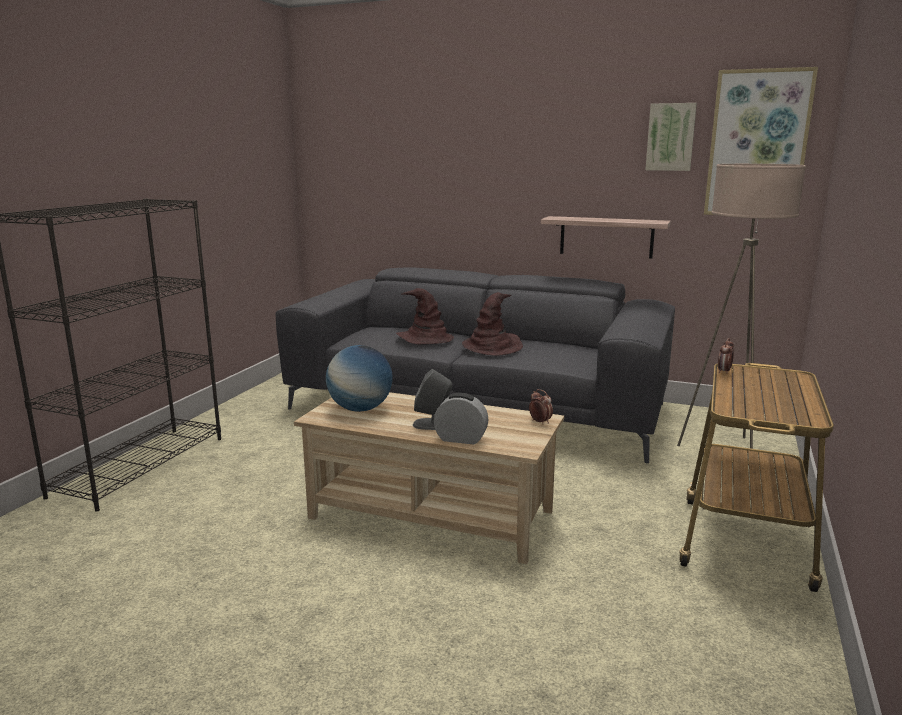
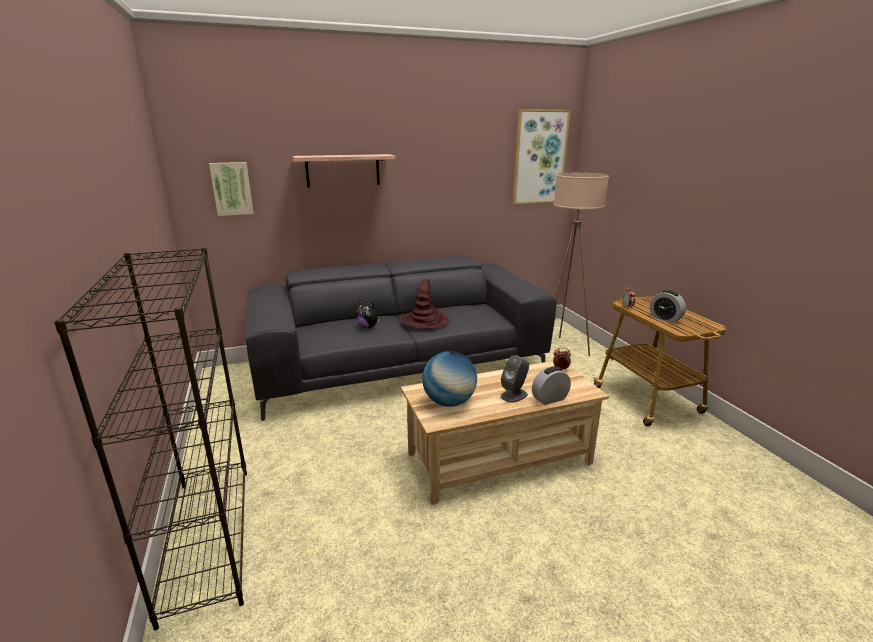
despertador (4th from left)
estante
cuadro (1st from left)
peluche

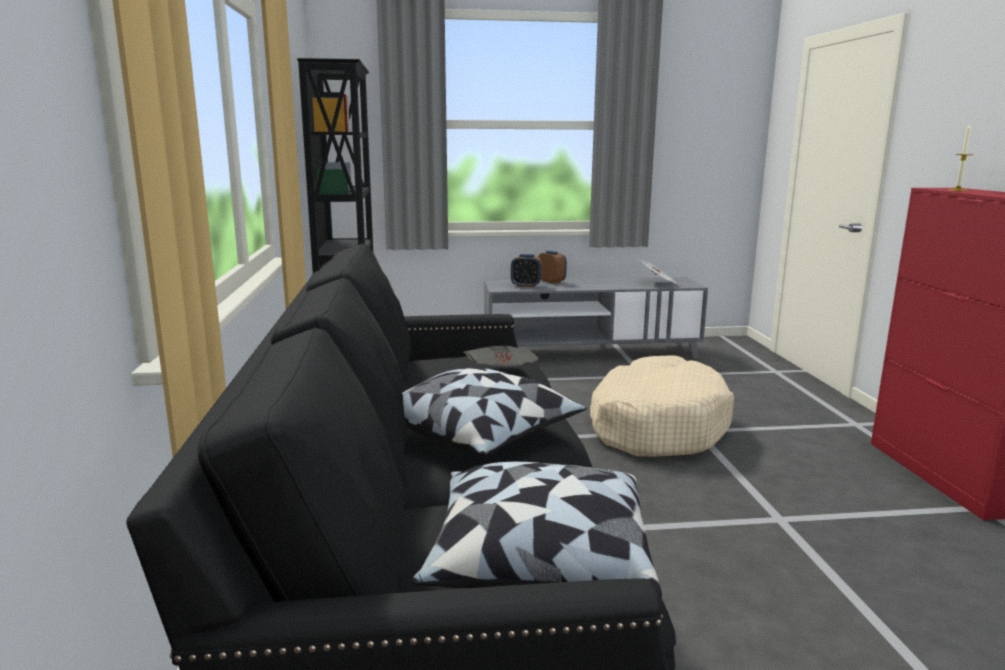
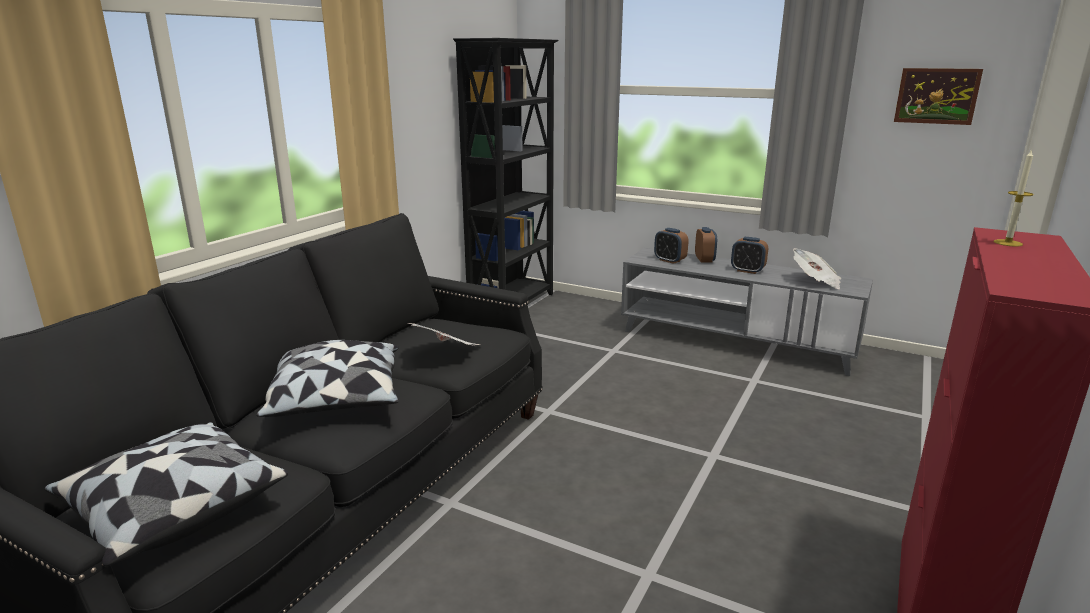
cama para perro [beis]
despertador (3rd from left)
cuadro

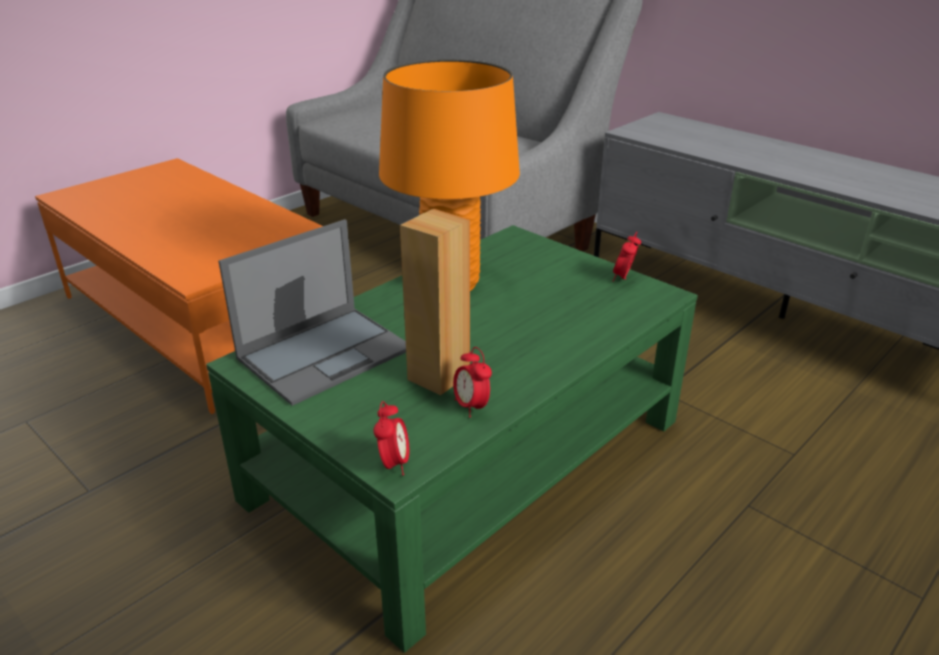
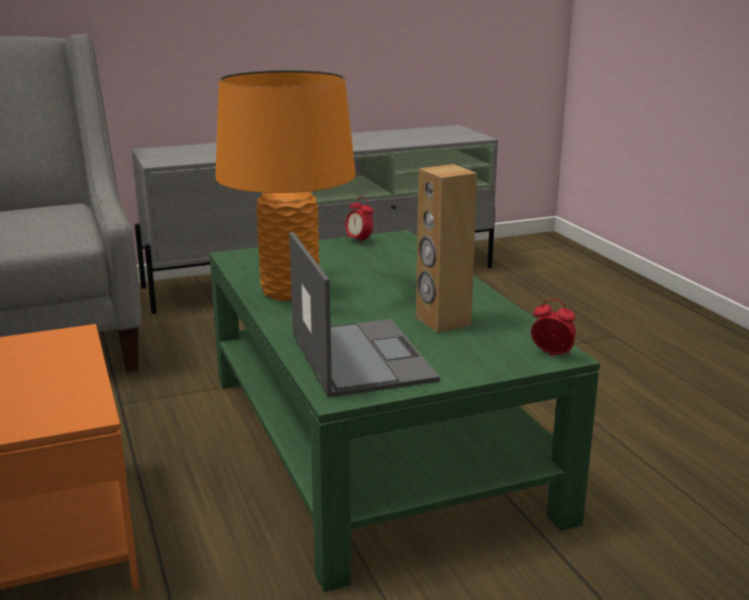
despertador (2nd from left in the first image)

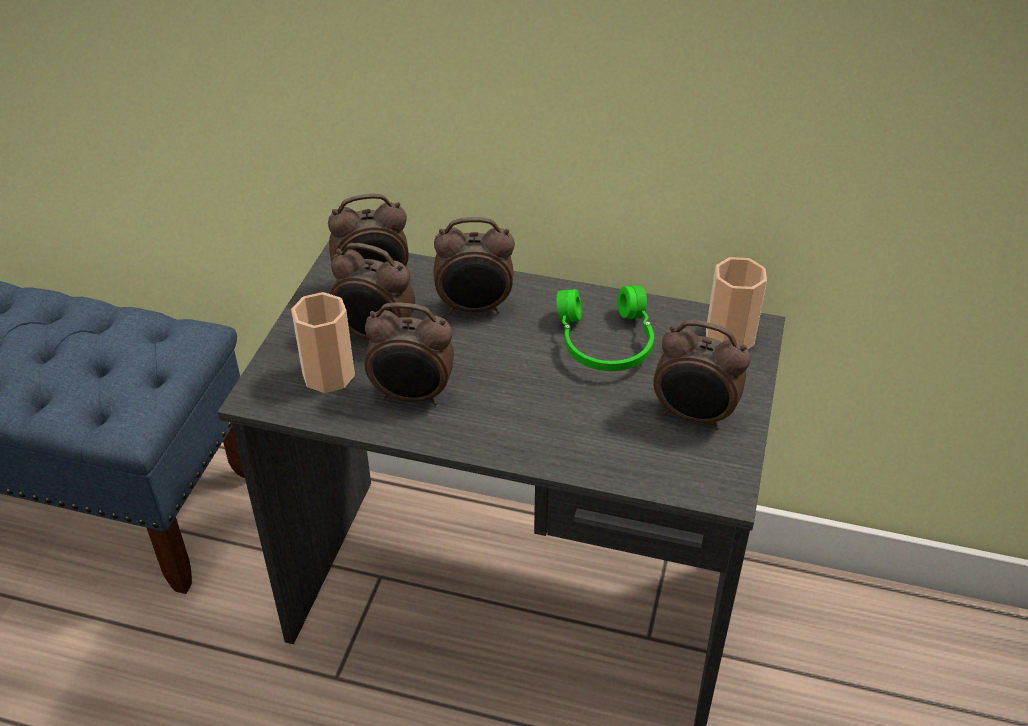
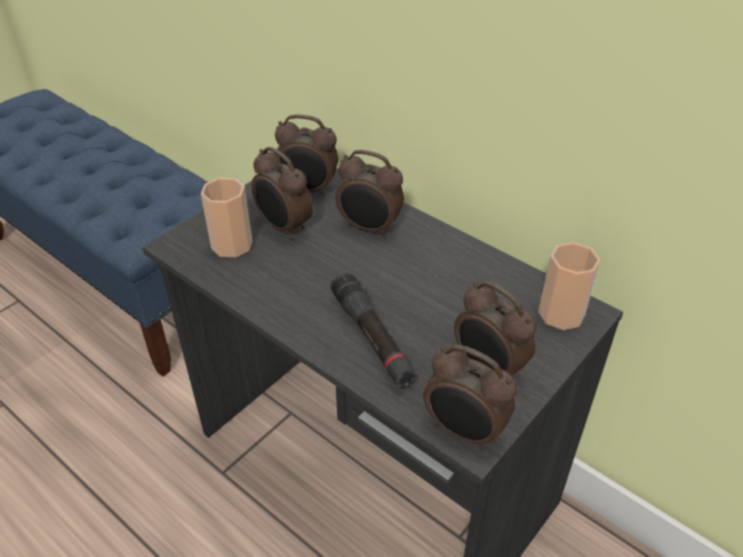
auriculares [verde]
linterna [negro]
despertador (4th from left)

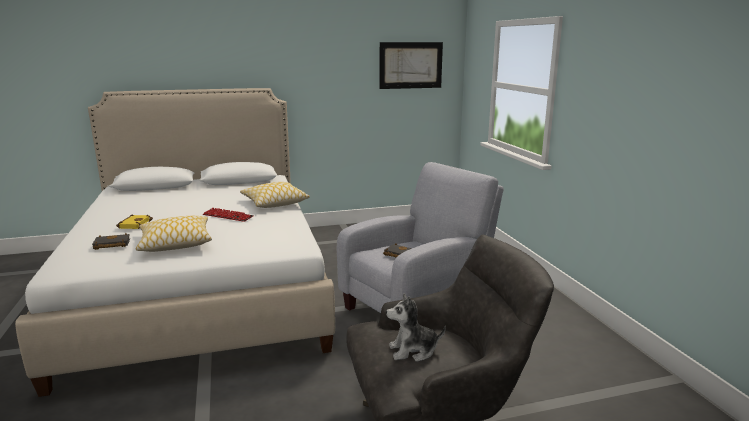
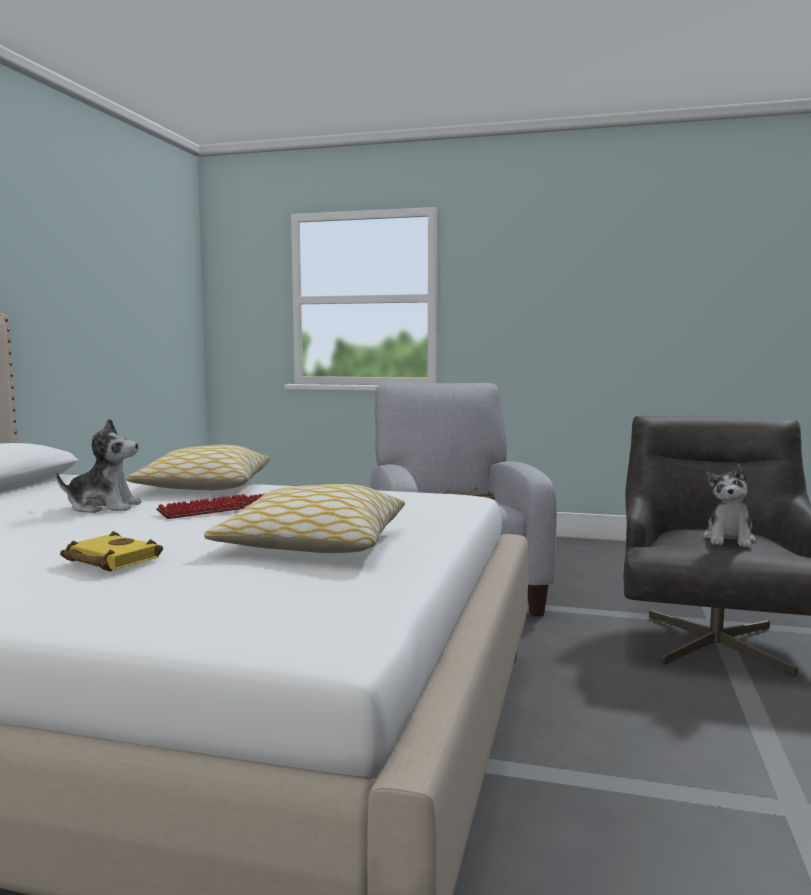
libro [negro] (1st from left in the first image)
cuadro
peluche (1st from left)

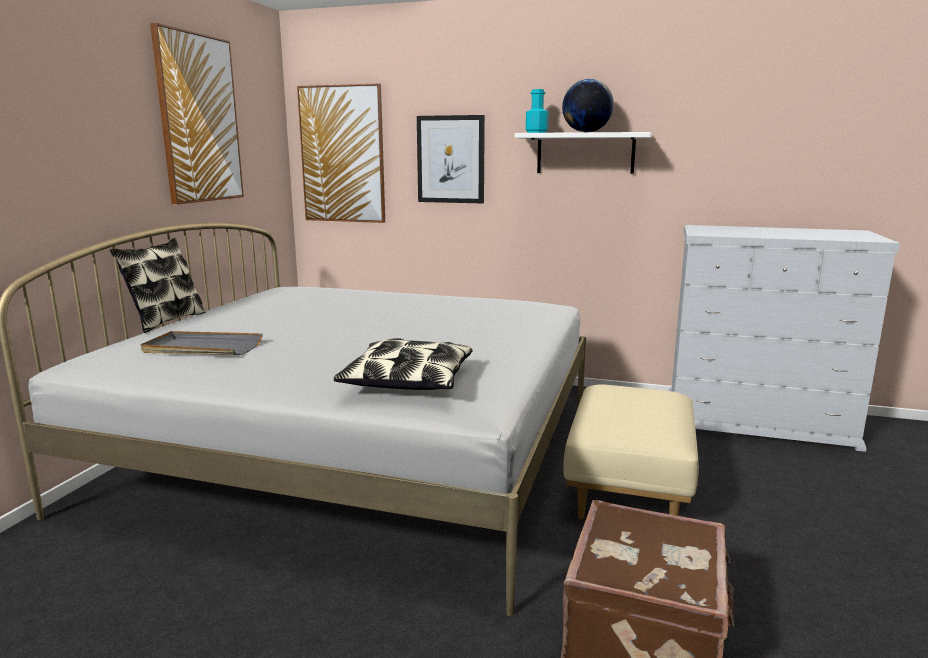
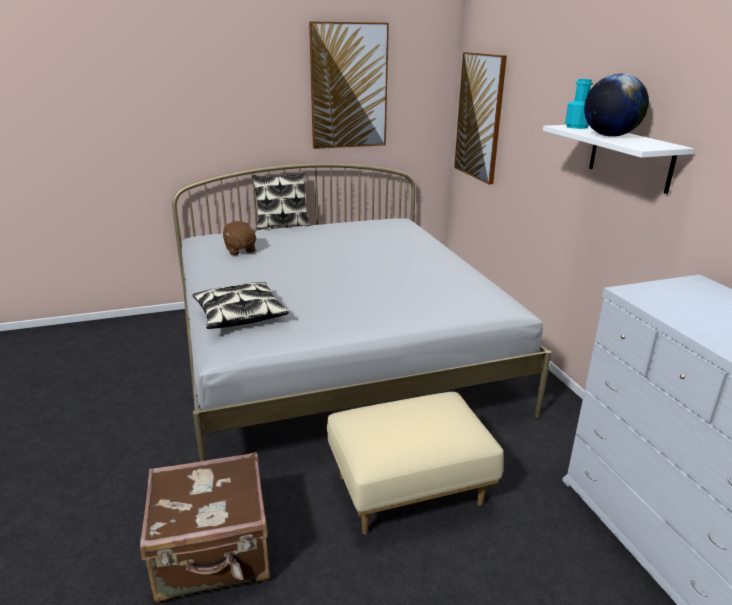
cuadro (3rd from left in the first image)
peluche [marrón]

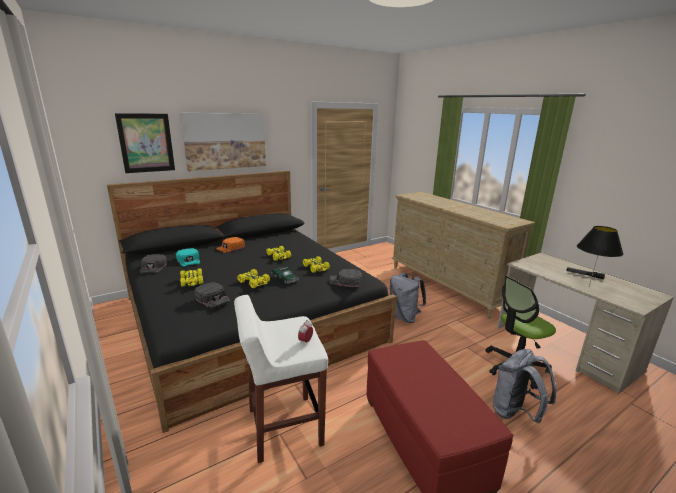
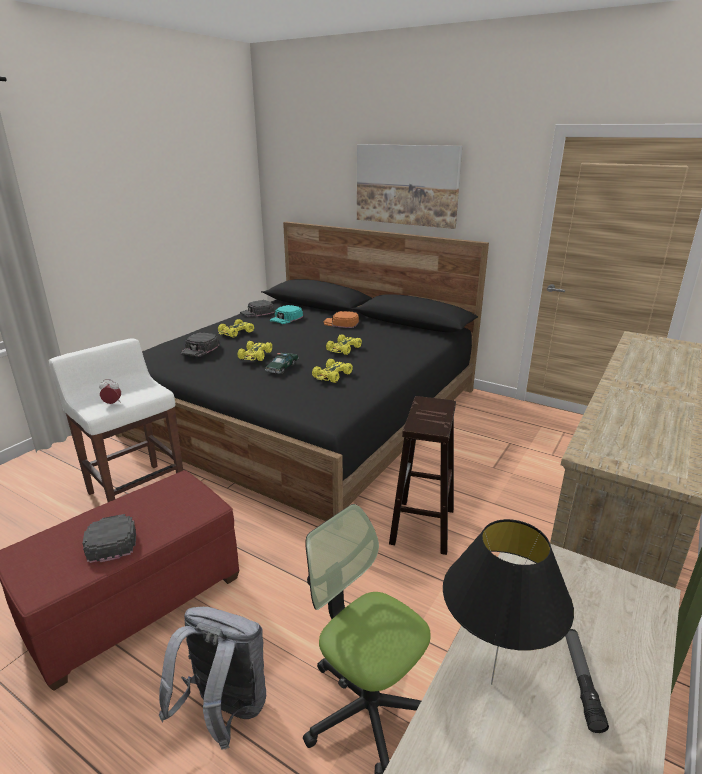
cuadro (1st from left in the first image)
gorra [negro] (1st from left)
taburete [marrón]

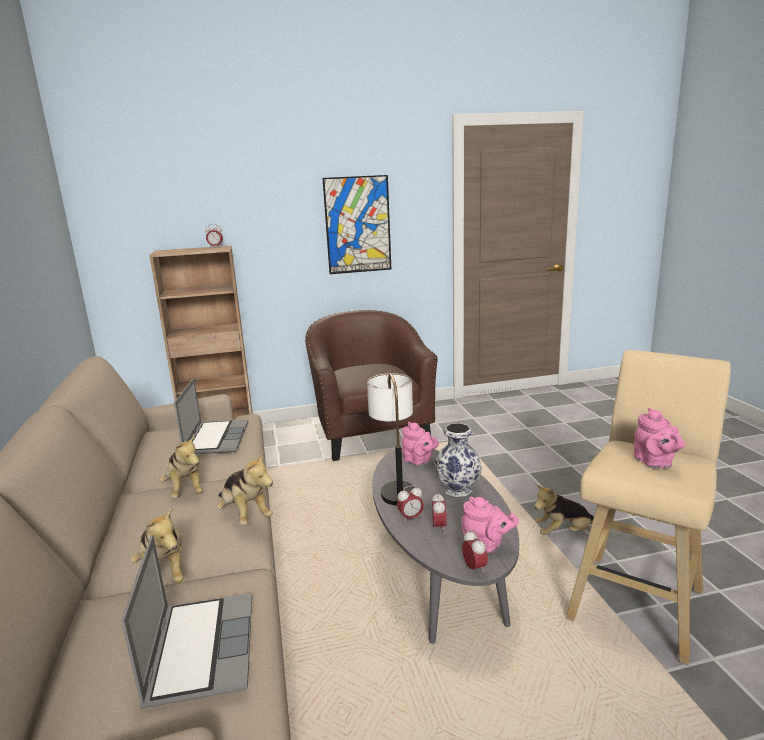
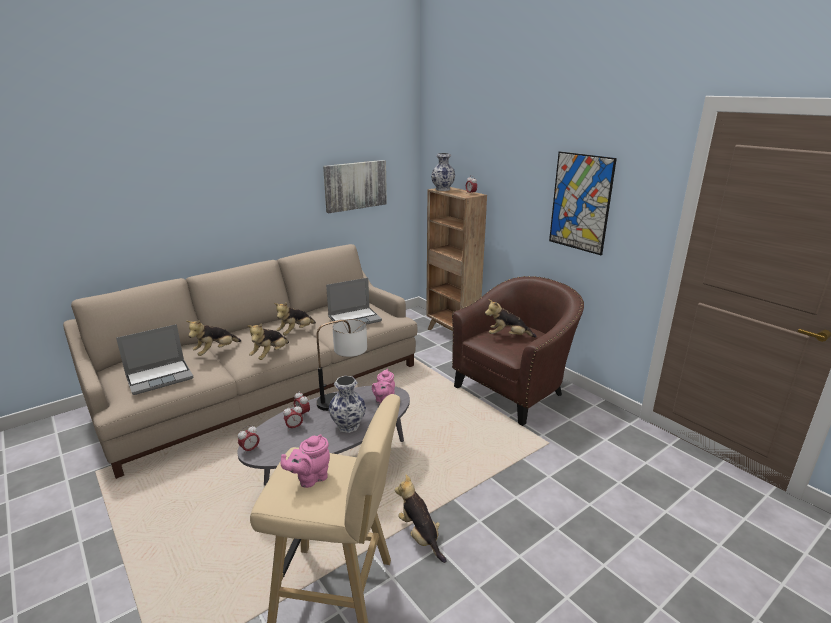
tetera [rosa] (2nd from left in the first image)
cuadro (1st from left)
florero (2nd from left)
peluche (5th from left)

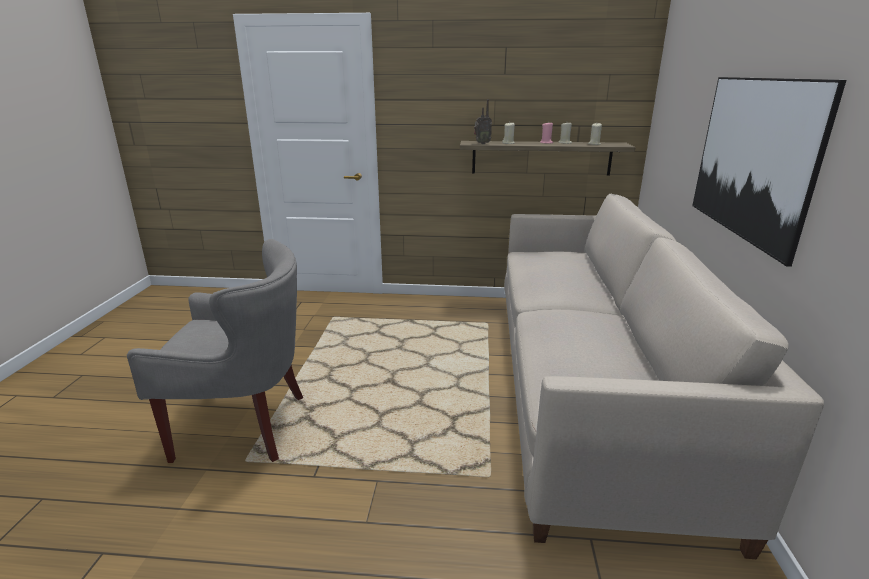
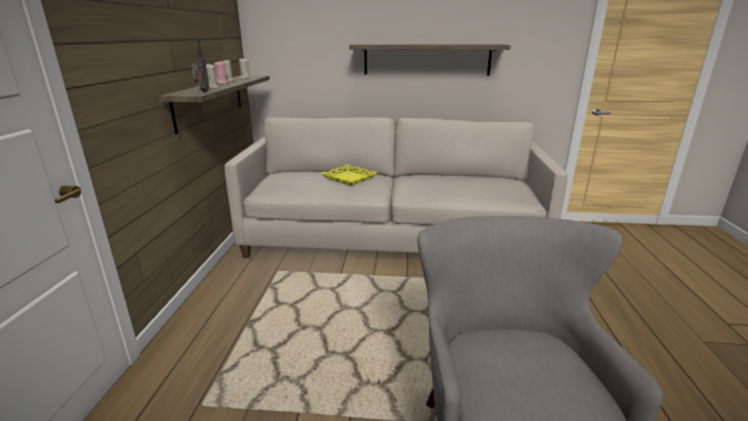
bandeja [amarillo]
estante (2nd from left)

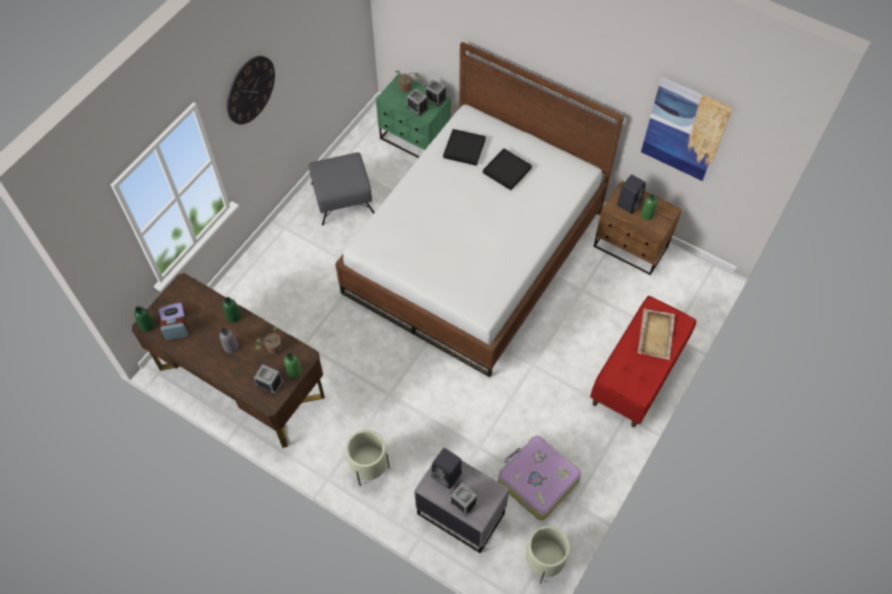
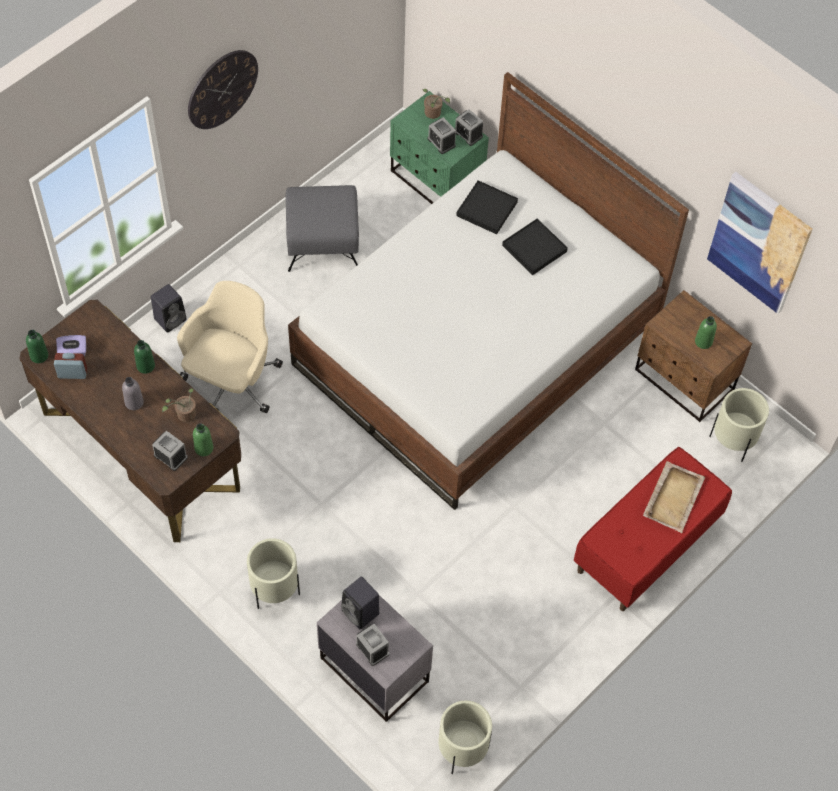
maleta
silla de oficina [beis]
maceta [beis] (3rd from left)
altavoz [negro] (1st from left)

